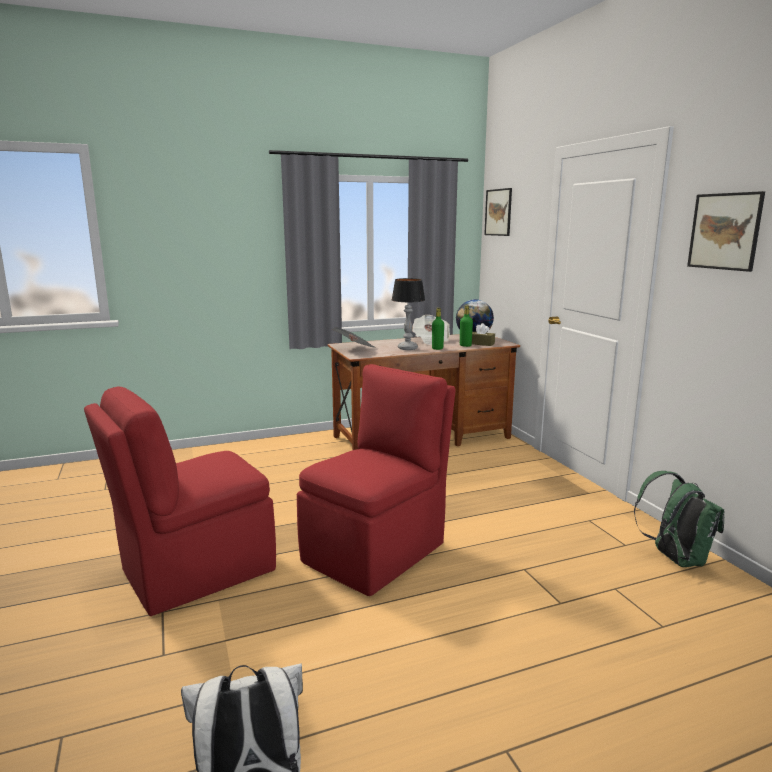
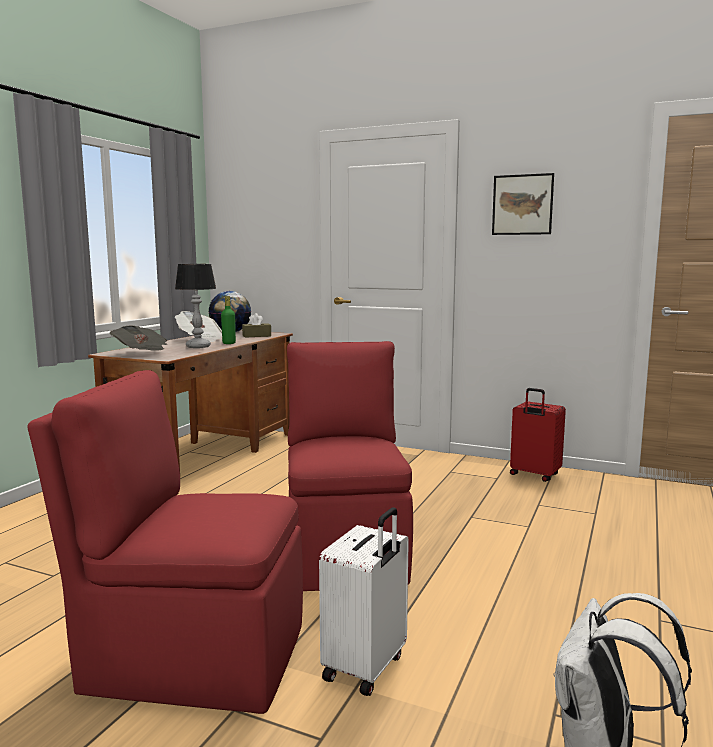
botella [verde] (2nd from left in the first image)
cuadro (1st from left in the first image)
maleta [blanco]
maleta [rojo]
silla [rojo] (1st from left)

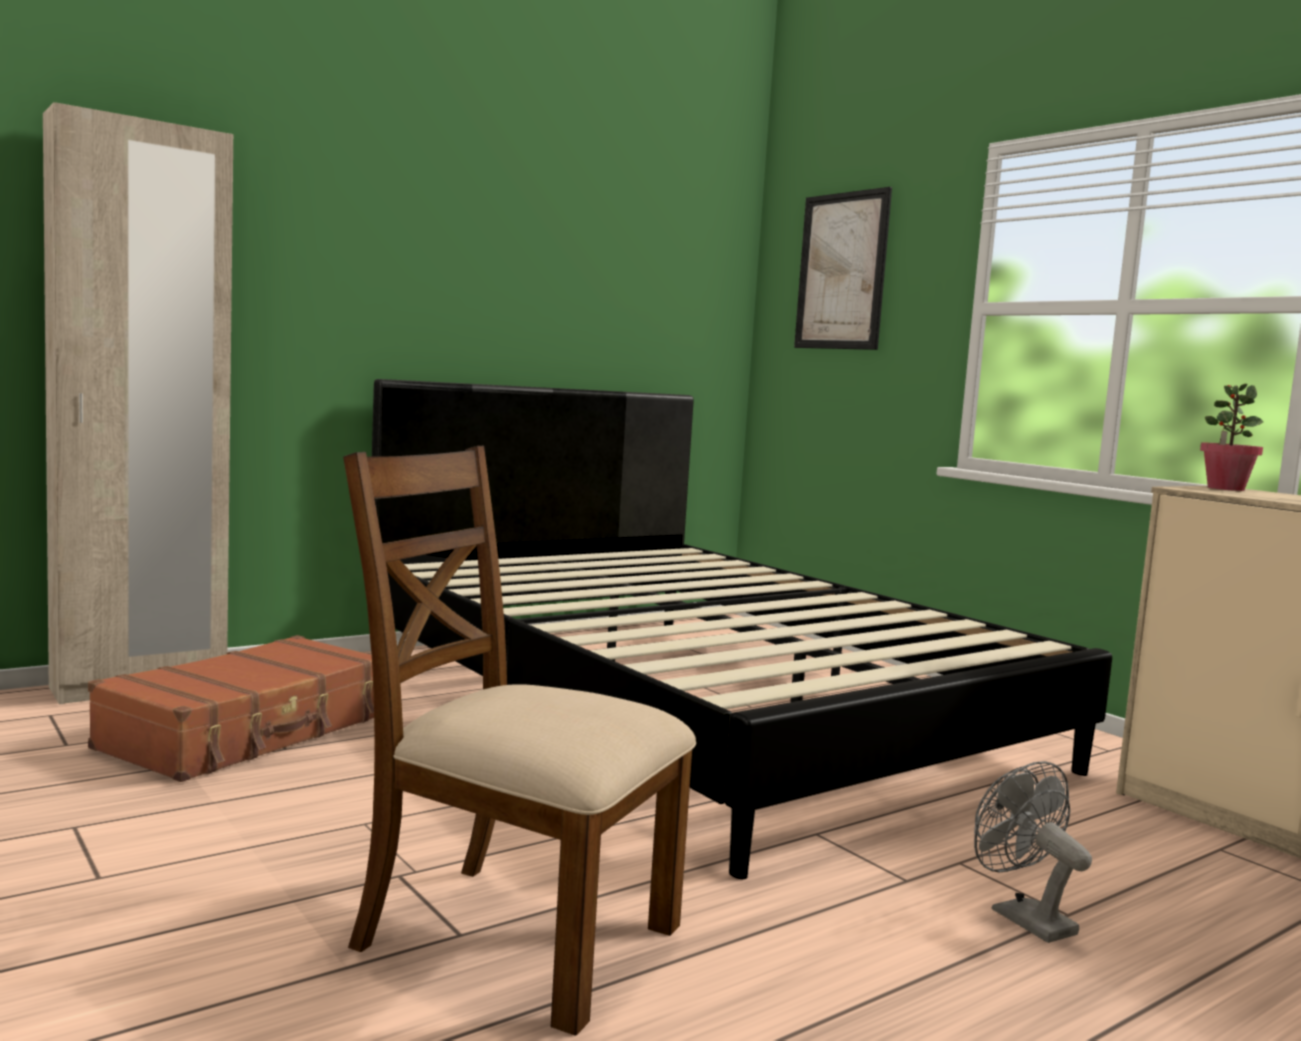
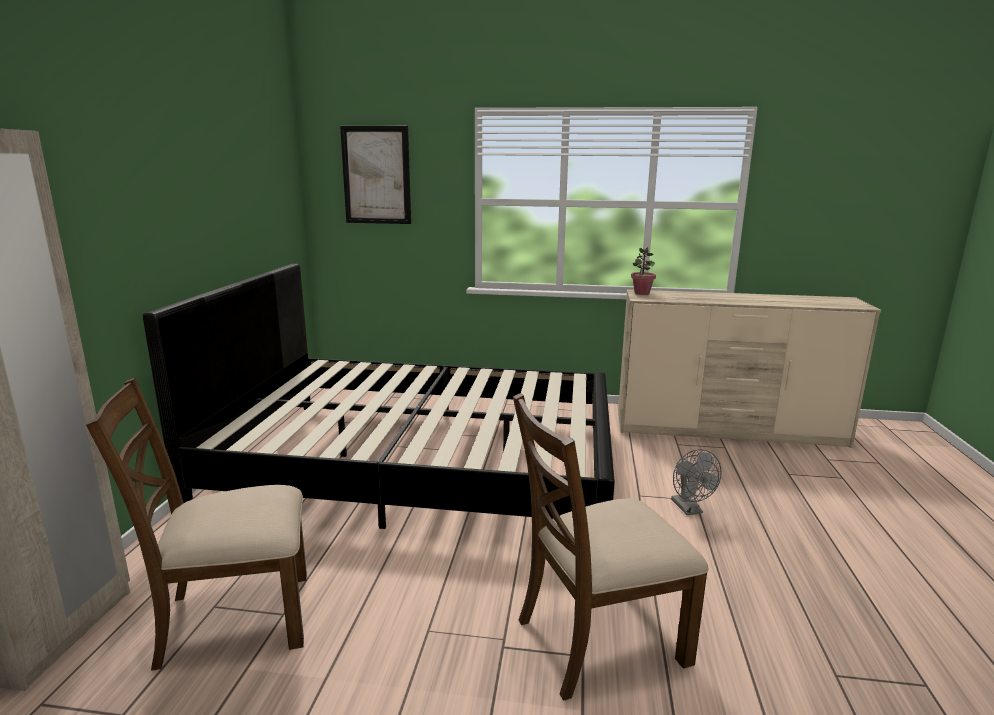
silla [marrón] (1st from left)
ventilador [gris]

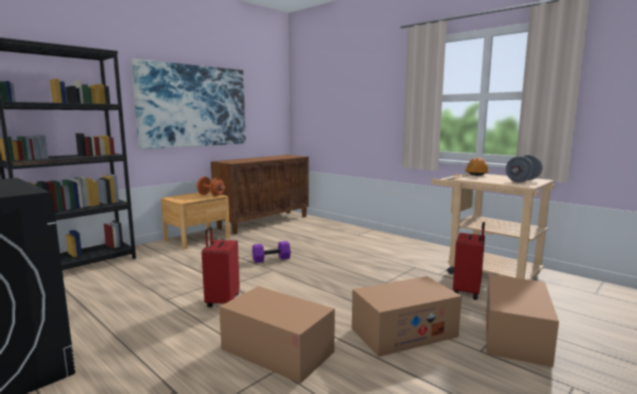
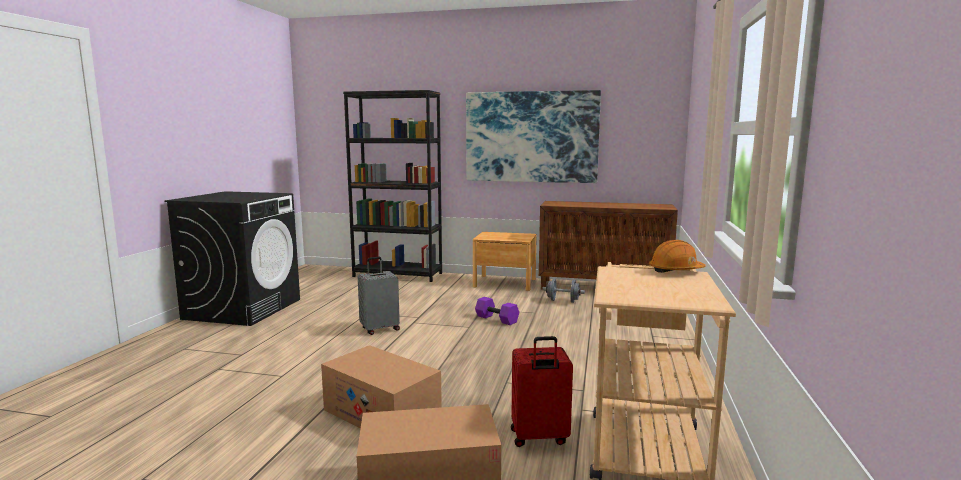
mancuerna [naranja]
caja de cartón (1st from left in the first image)
mancuerna [gris]
maleta [gris]

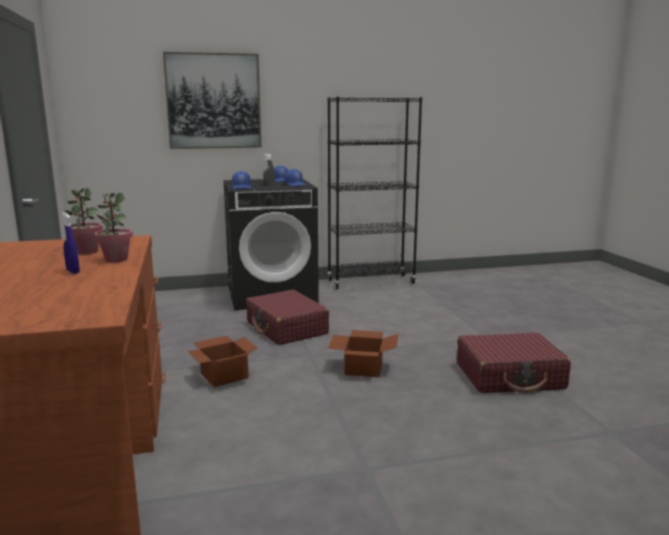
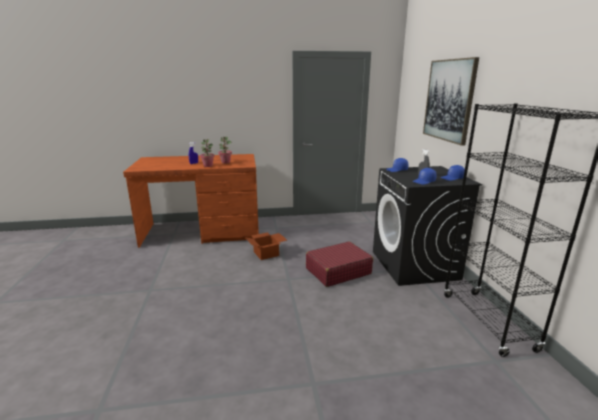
caja de cartón (2nd from left in the first image)
maleta [rojo] (2nd from left in the first image)

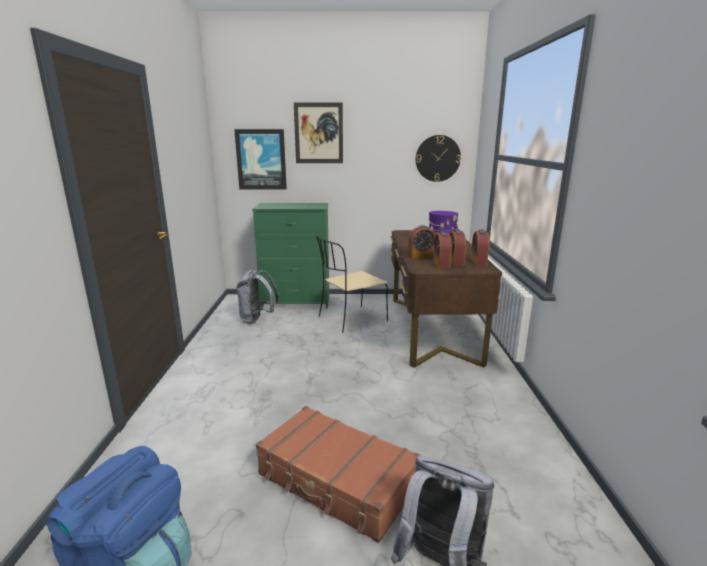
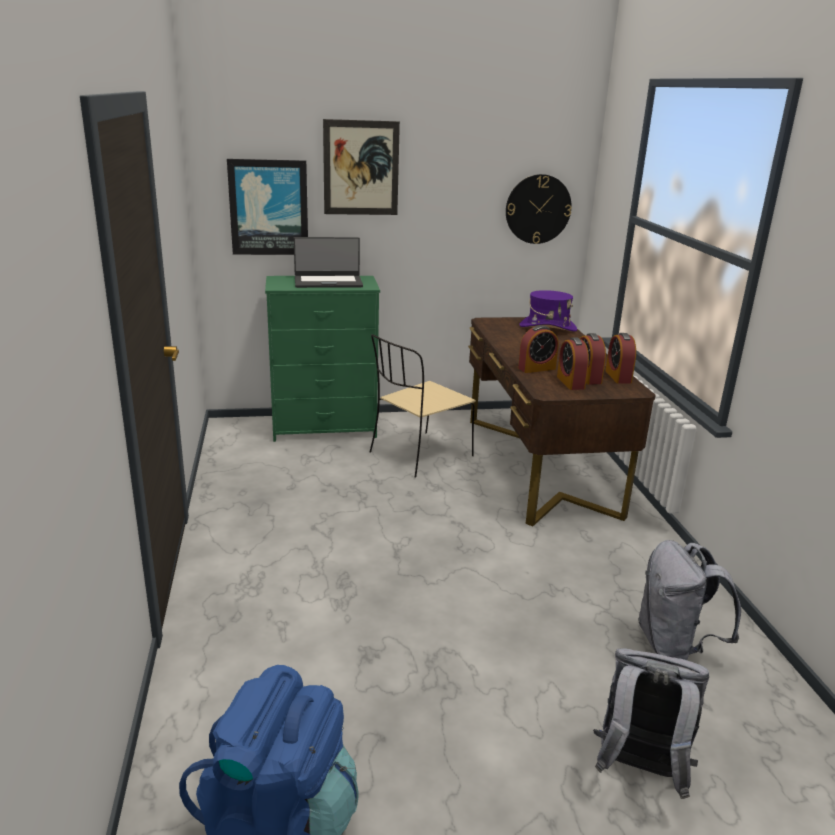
maleta [marrón]
portátil
mochila [gris] (2nd from left)

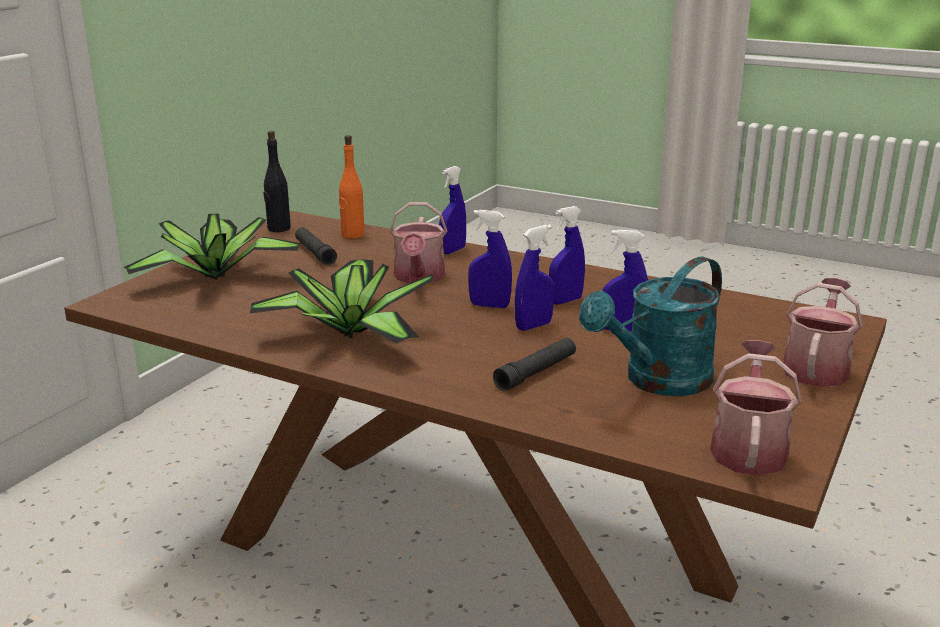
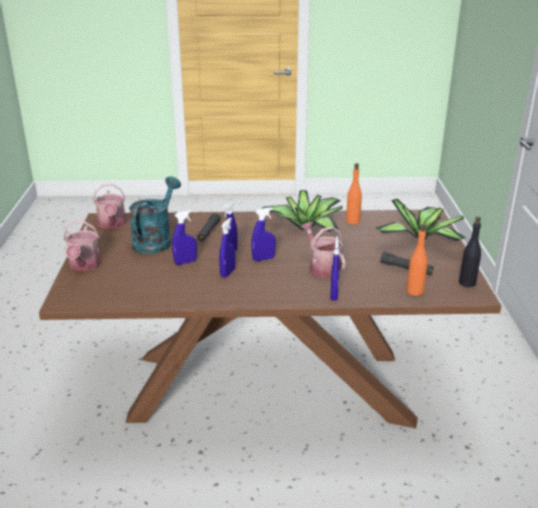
botella [naranja] (1st from left)

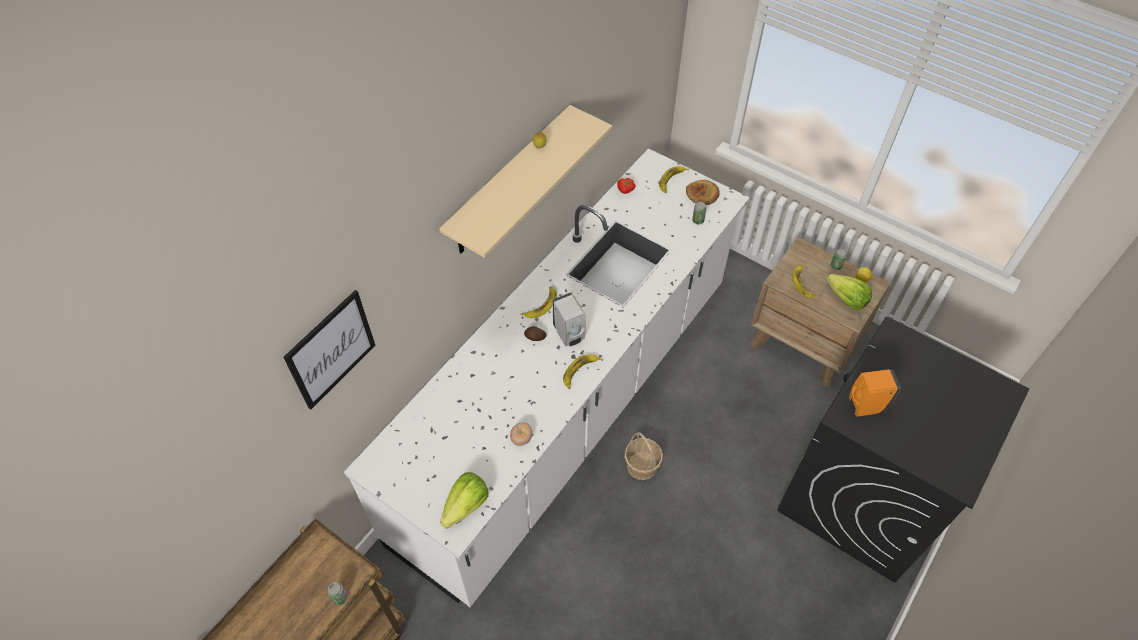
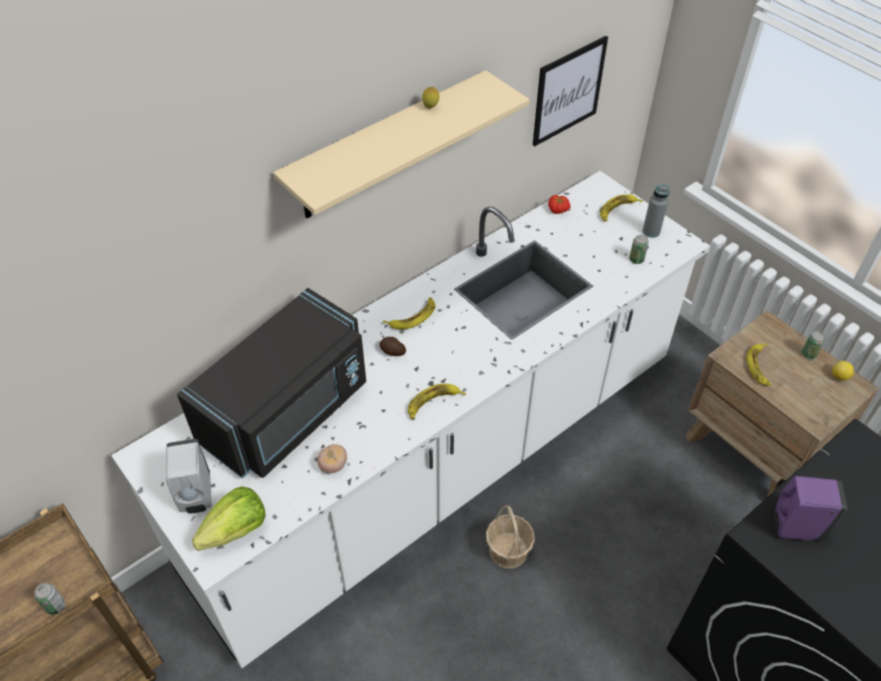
lechuga (2nd from left in the first image)
microondas [negro]
cuadro
dispensador de jabón [blanco]
botella [gris]
dispensador de jabón [morado]

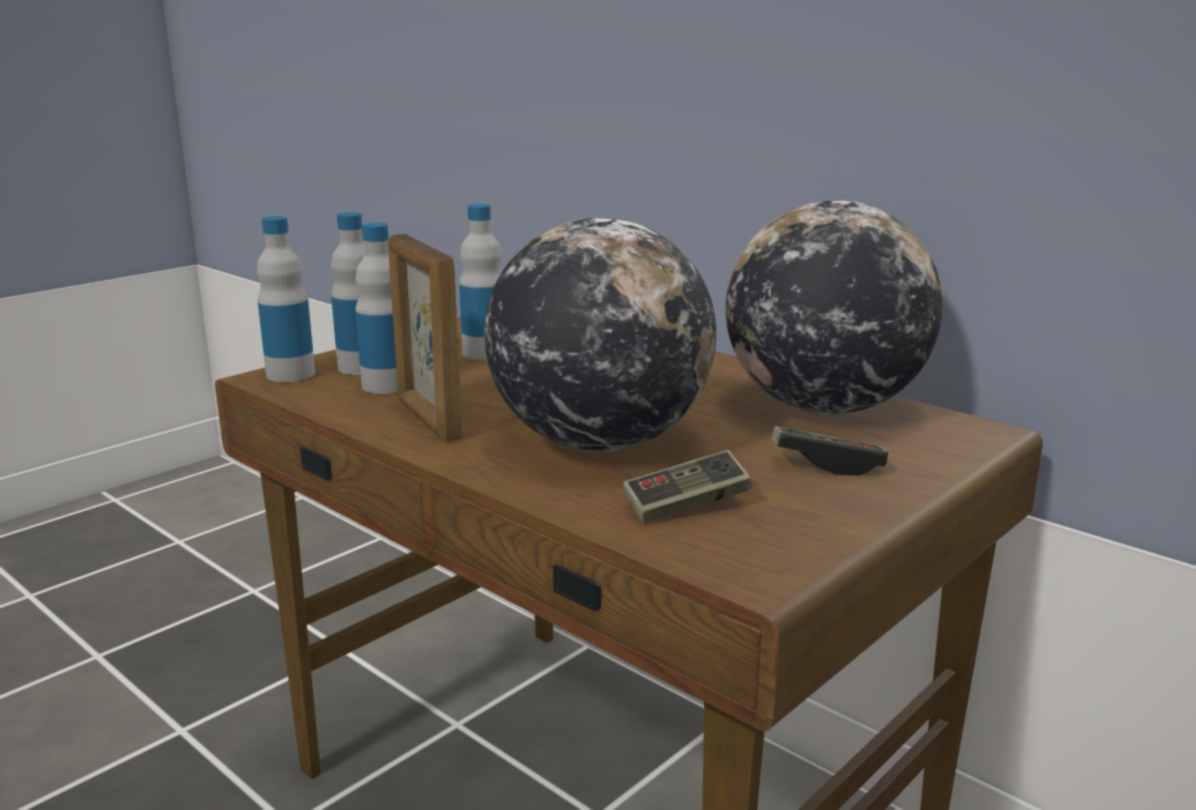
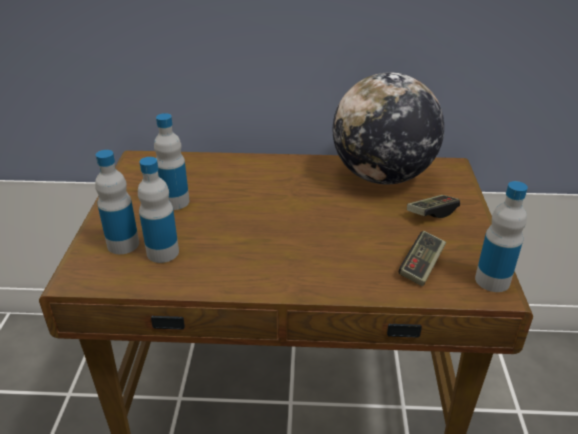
portarretratos
globo terráqueo (1st from left in the first image)
botella (4th from left)

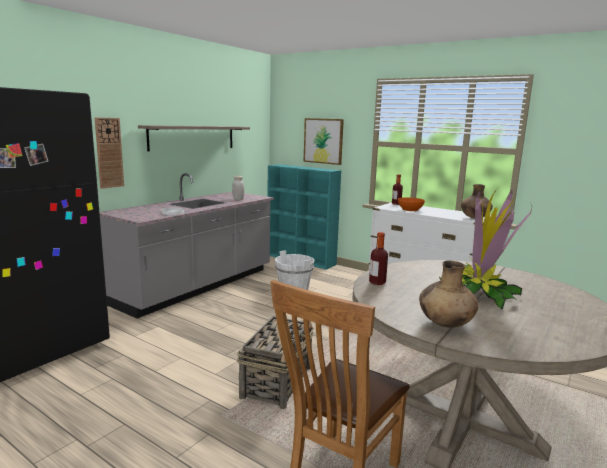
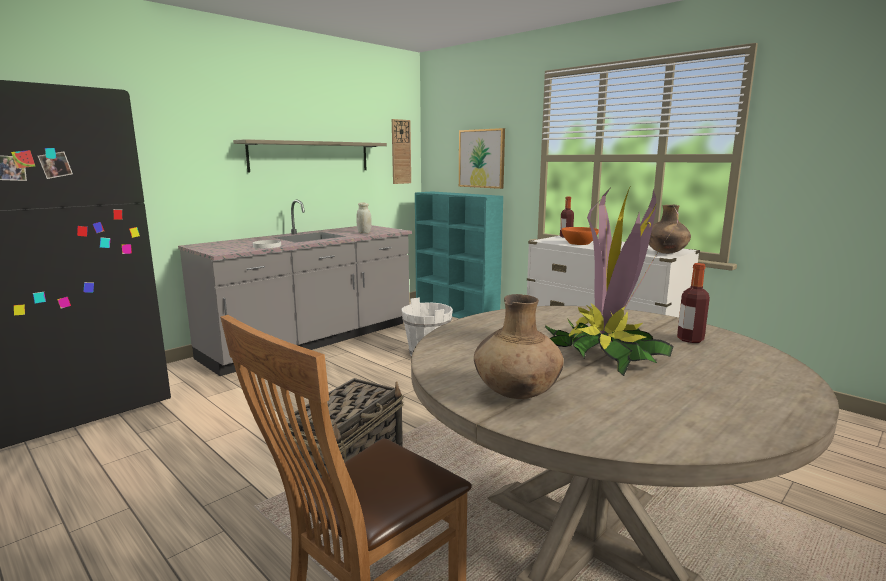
reloj de pared
botella (2nd from left)

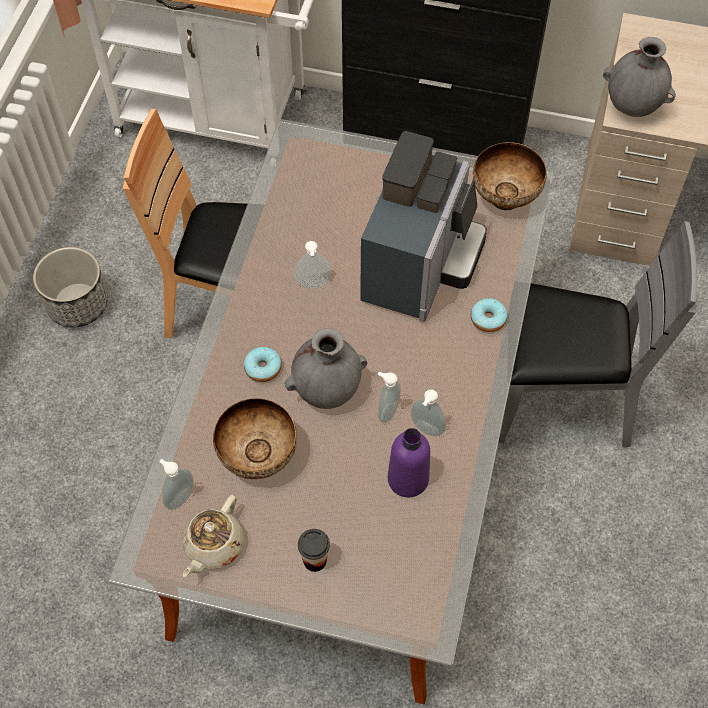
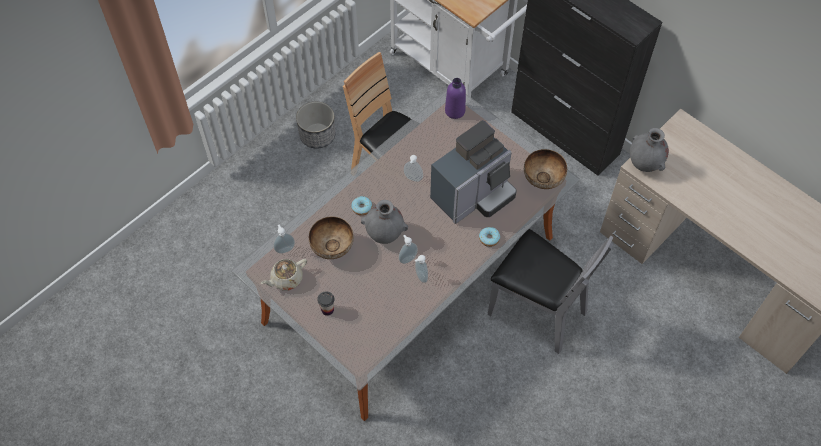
botella [morado]

